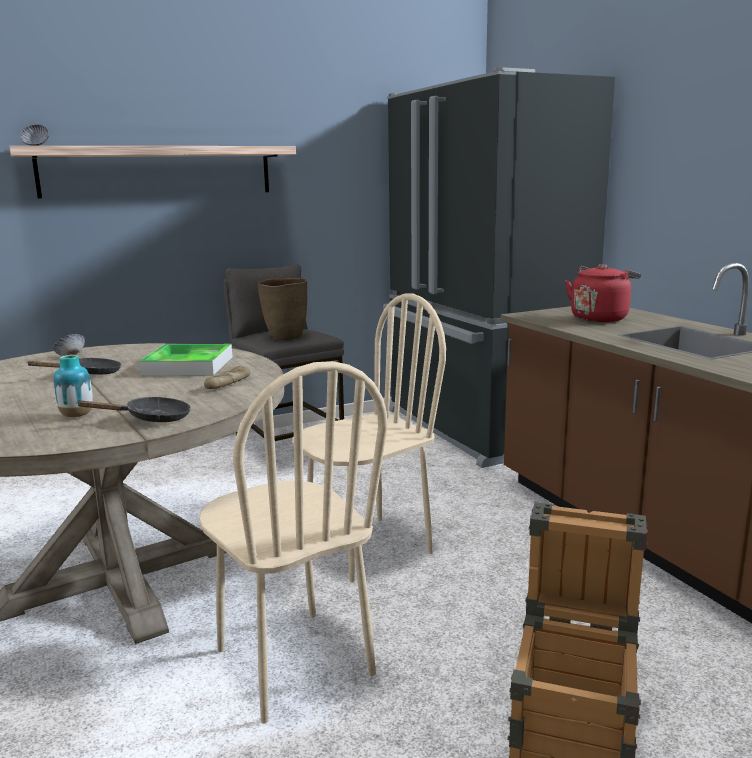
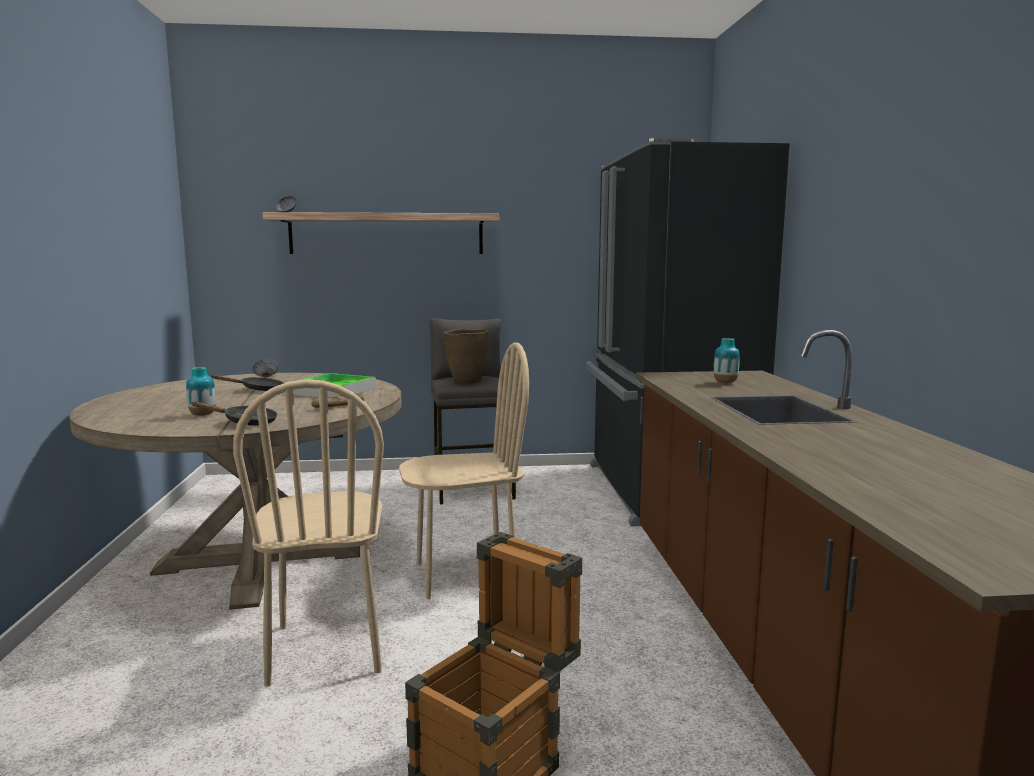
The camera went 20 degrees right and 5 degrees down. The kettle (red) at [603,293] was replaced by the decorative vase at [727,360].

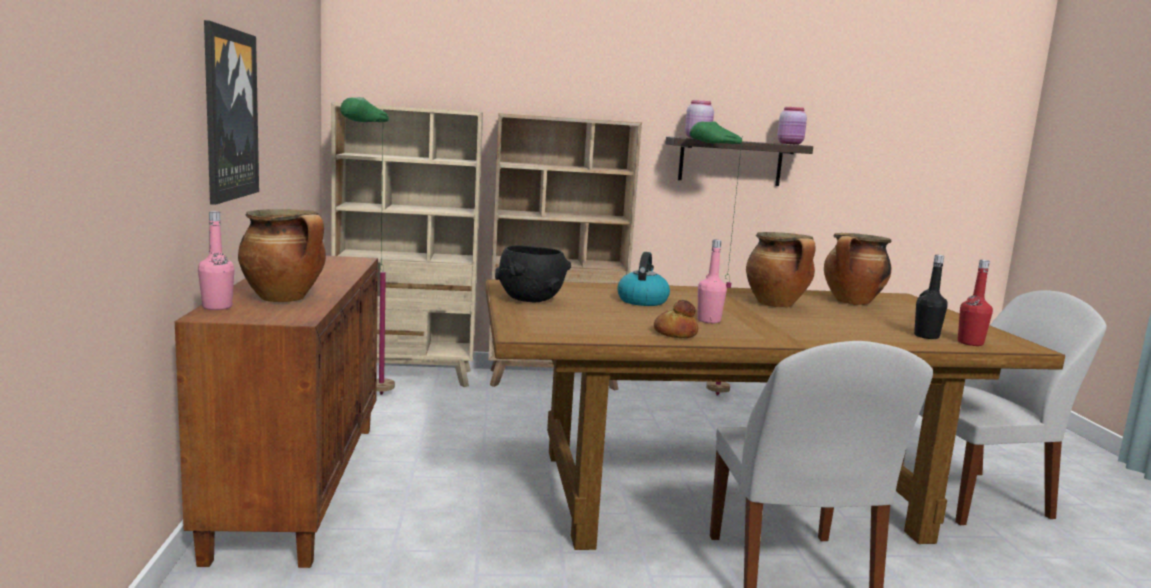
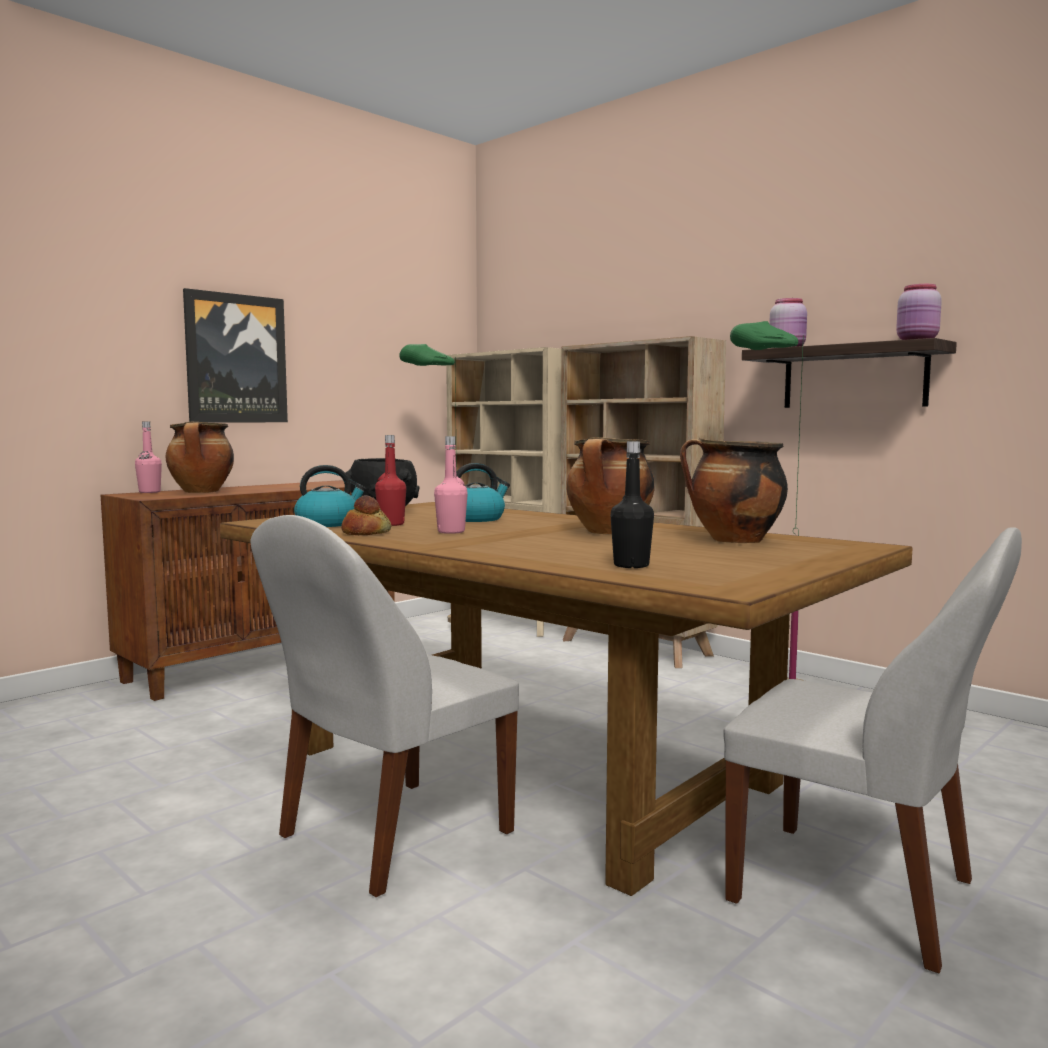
The camera went 50 degrees right and 5 degrees down. The kettle at [330,496] appeared. The drink bottle (red) moved from [975,303] to [390,480].

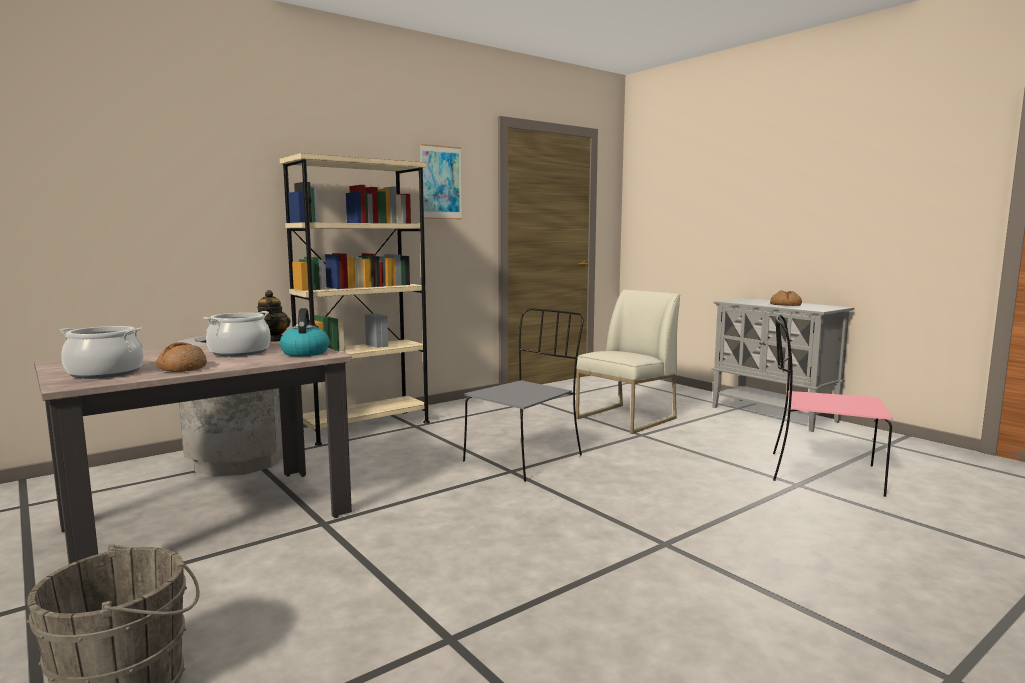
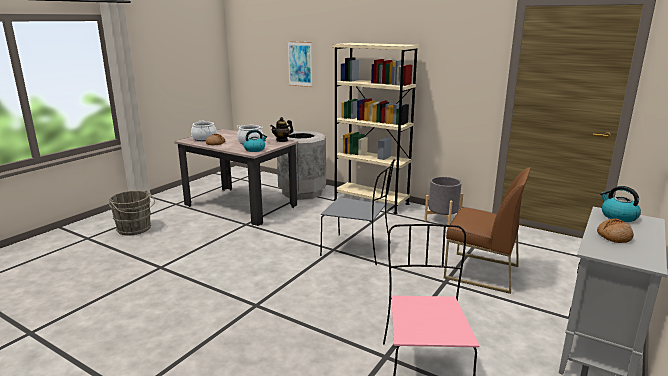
The camera went 70 degrees right and 10 degrees up. The plant pot (grey) at [443,201] appeared. The kettle at [620,204] appeared. The wall picture moved from [441,181] to [300,64]. The chair (white-coloured) at [628,361] became the chair (brown) at [487,231].

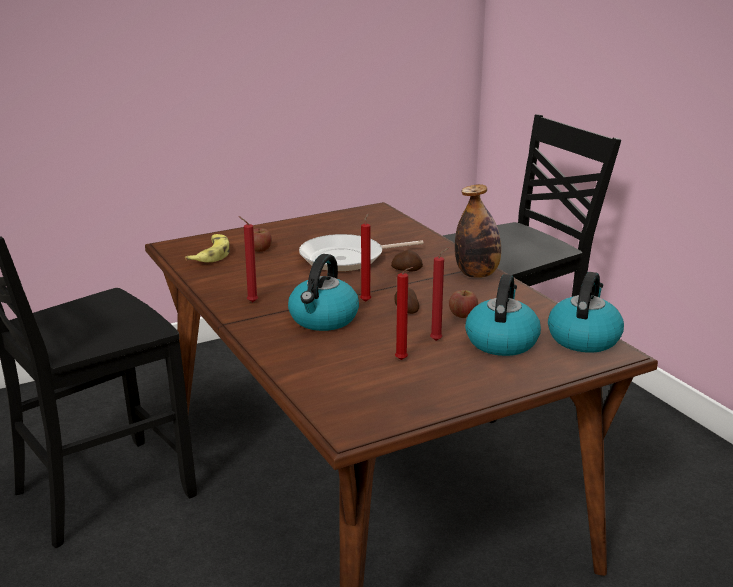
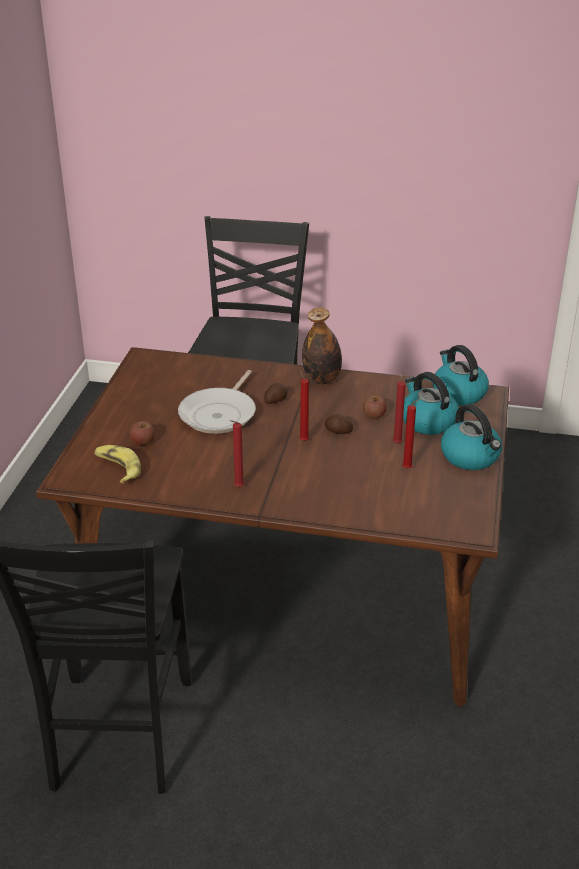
The camera went 50 degrees left and 10 degrees up. The kettle moved from [323,292] to [471,437].

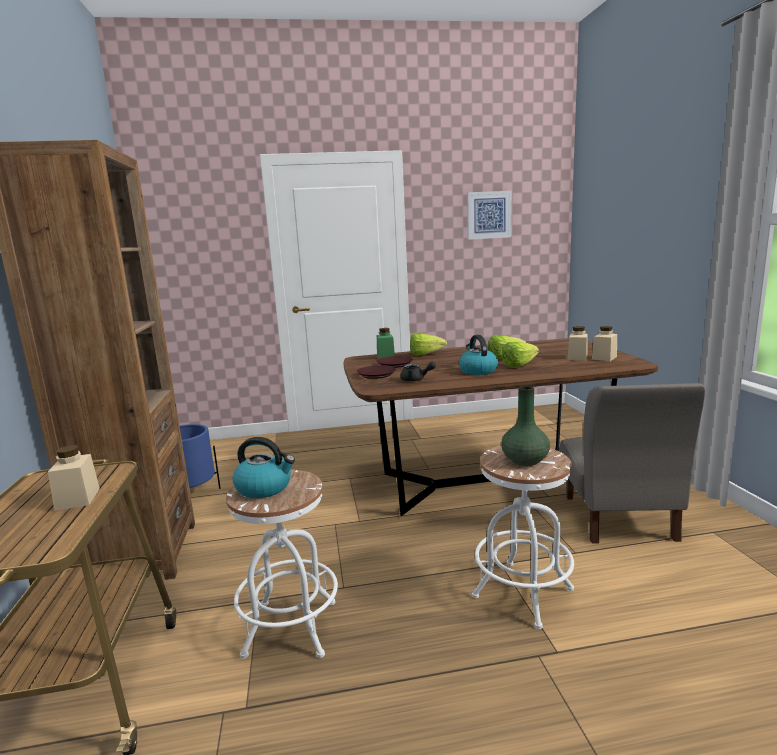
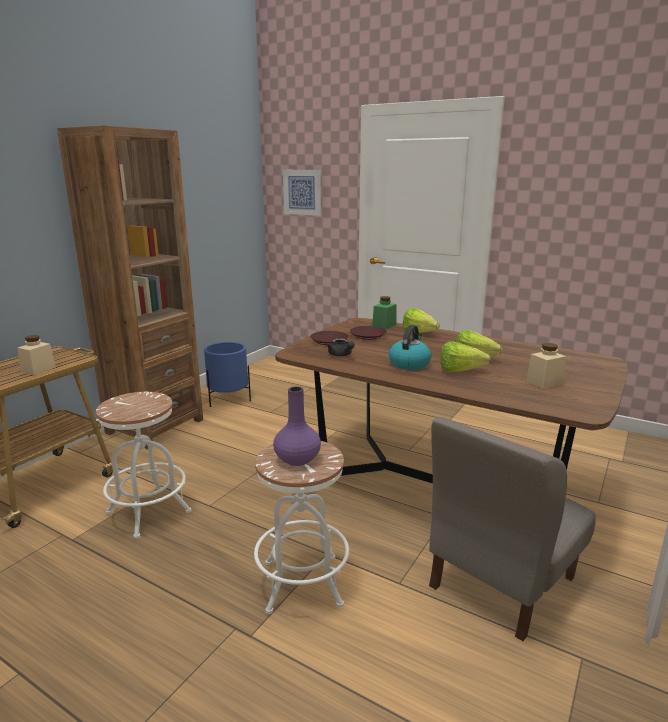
The camera went 40 degrees right and 5 degrees up. The kettle at [264,467] disappeared. The preserve jar (sand-coloured) at [604,343] disappeared. The wall picture moved from [489,215] to [302,193]. The decorative vase (greenish) at [525,426] became the decorative vase (purple) at [297,426].

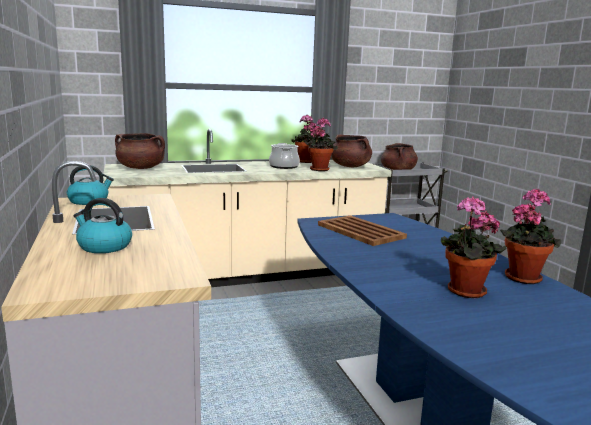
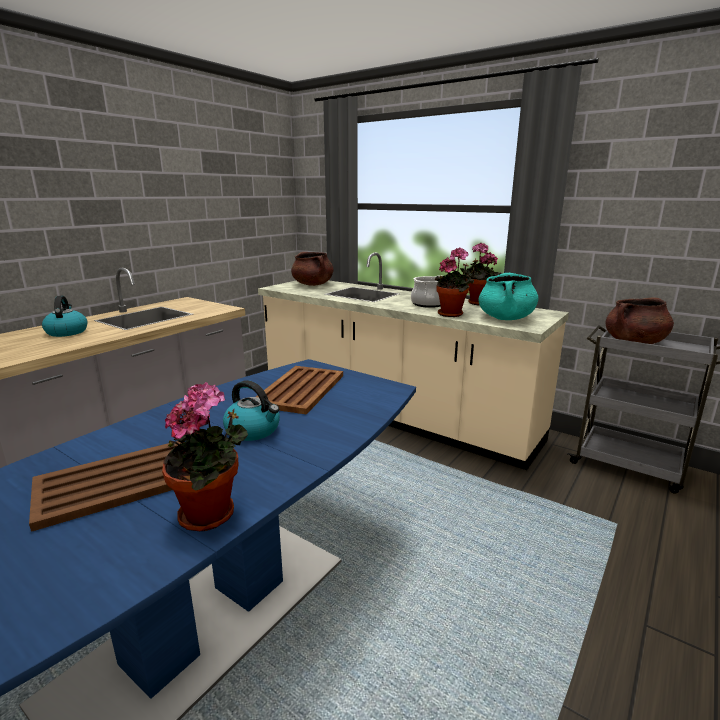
The camera went 55 degrees right and 5 degrees up. The kettle moved from [90,185] to [251,410]. The houseplant at [473,247] was replaced by the serving tray (brown) at [106,486]. The stockpot (brown) at [351,151] became the stockpot (blue-green) at [508,296].

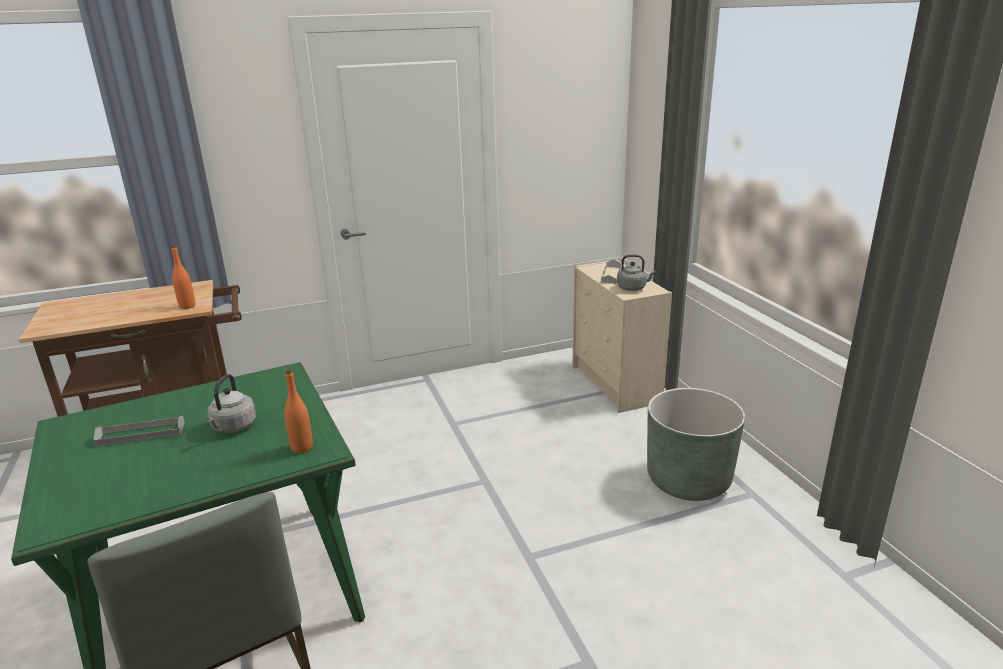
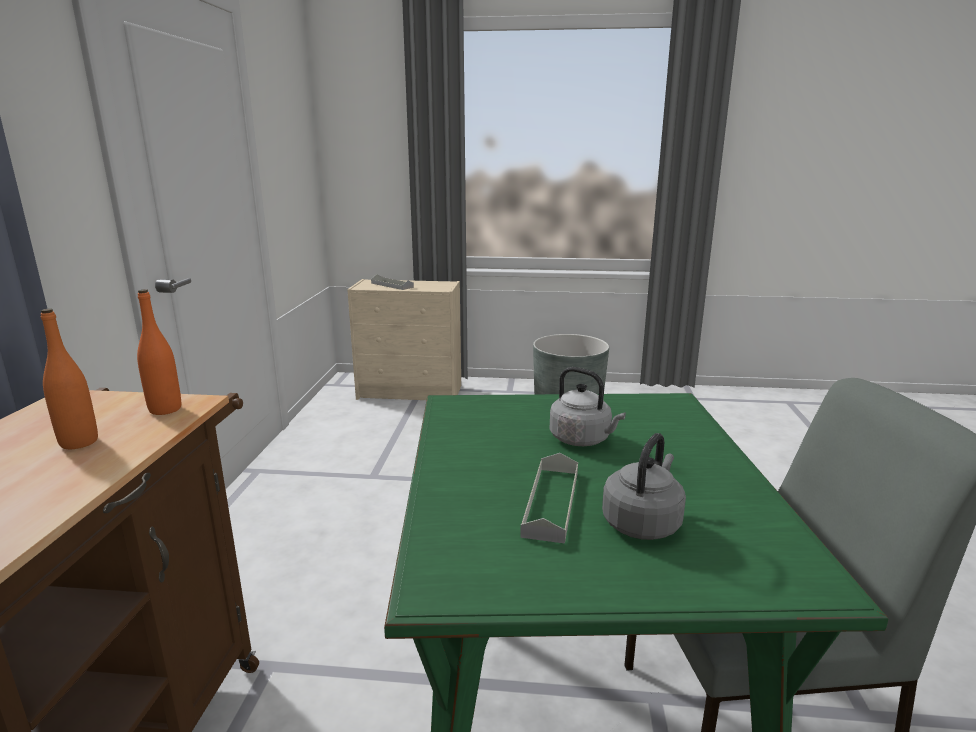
The camera went 65 degrees left and 5 degrees down. The drink bottle (orange-coloured) moved from [298,411] to [69,378]. The kettle (grey) moved from [636,272] to [644,486].

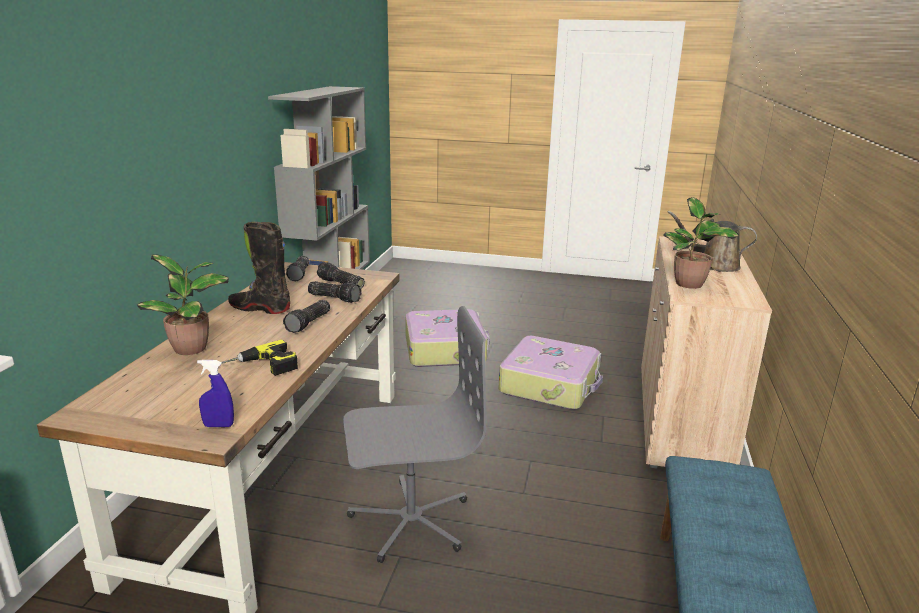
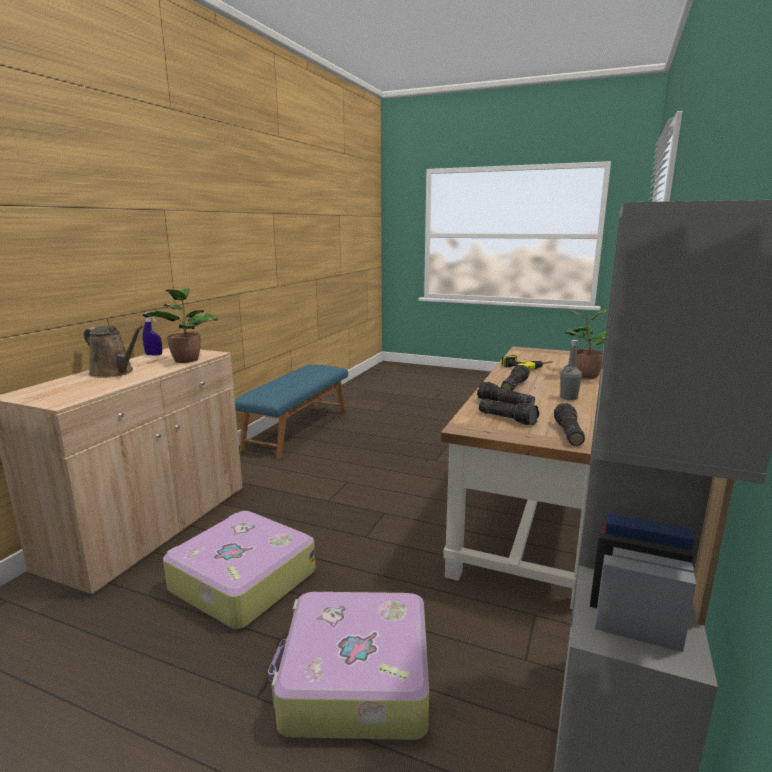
The camera went 170 degrees left and 5 degrees down. The office chair (grey) at [414,434] disappeared. The hand sprayer (blue) moved from [215,393] to [152,334]. The tall boot (blackish) at [259,268] was replaced by the drink bottle (grey) at [571,370].

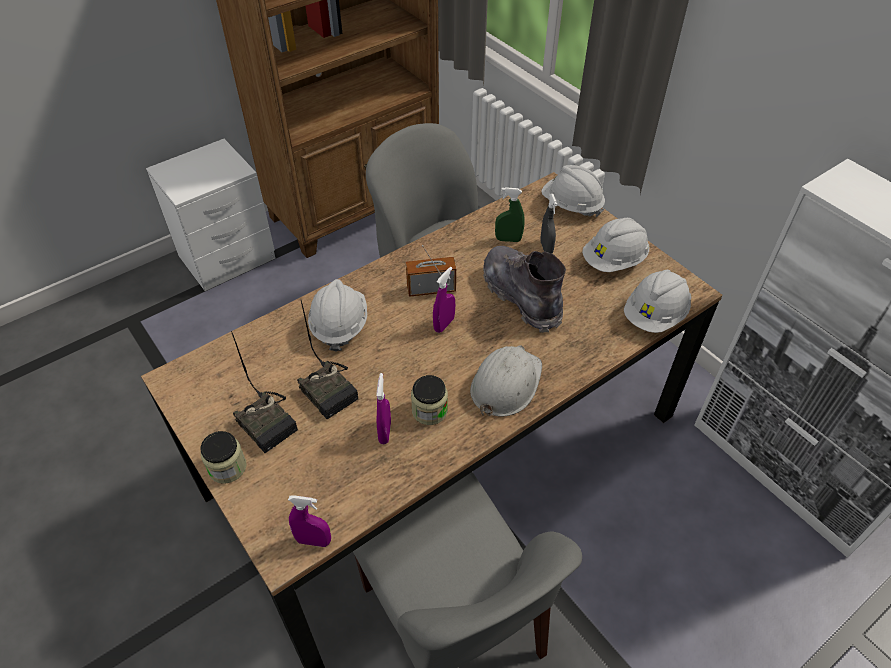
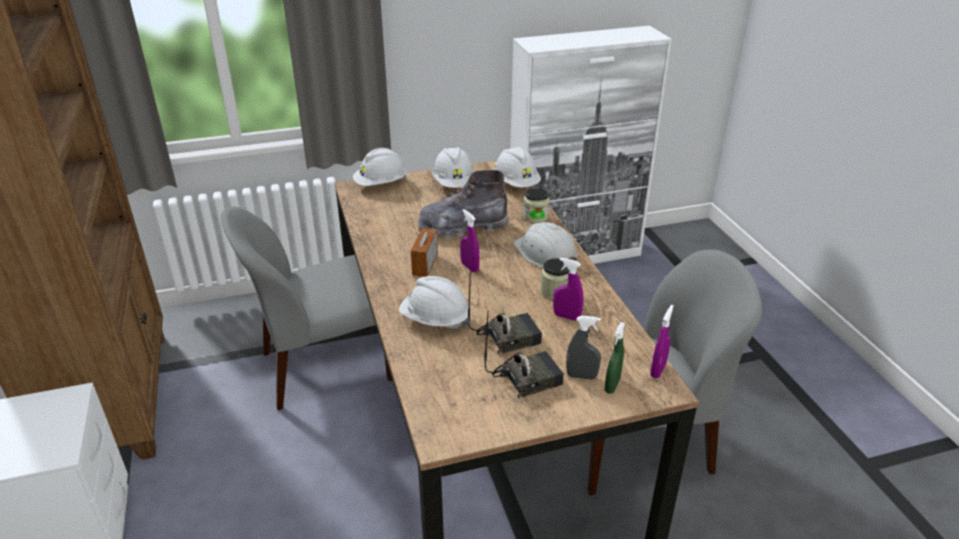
The camera went 70 degrees left and 15 degrees down. The preserve jar moved from [223,457] to [536,205]. The hand sprayer (greenish) moved from [510,214] to [615,358]. The hand sprayer (grey) moved from [548,223] to [583,348].

